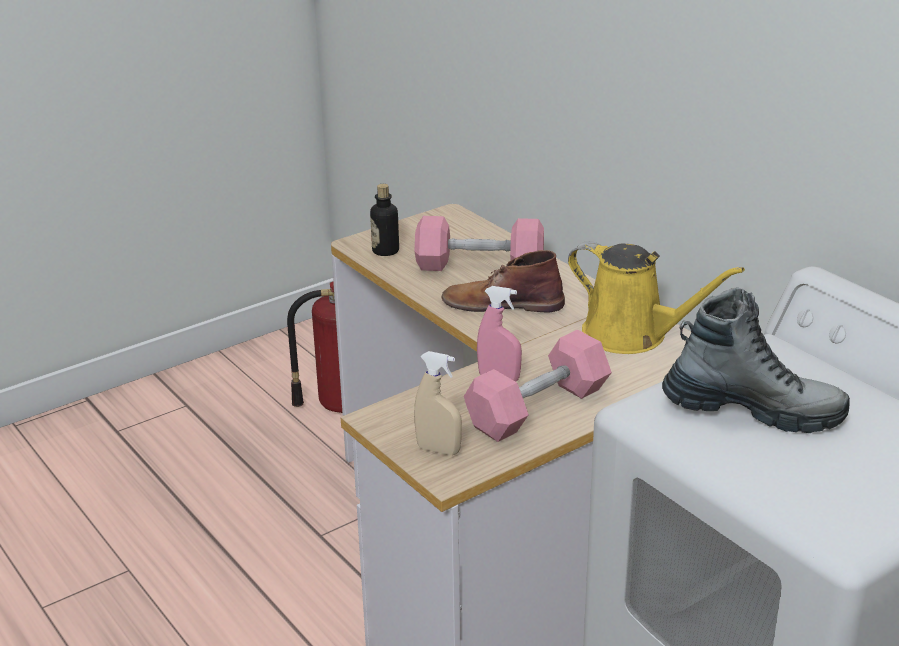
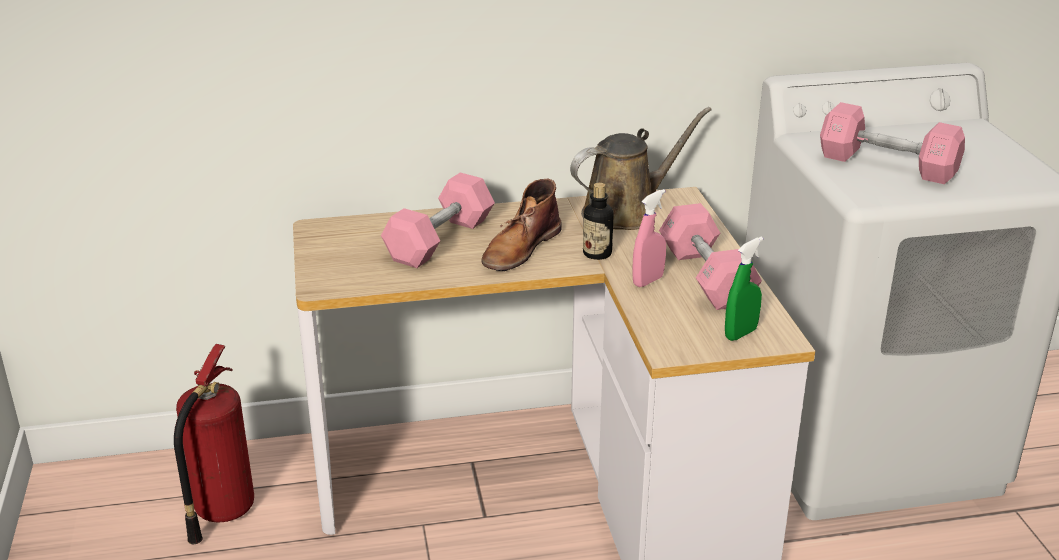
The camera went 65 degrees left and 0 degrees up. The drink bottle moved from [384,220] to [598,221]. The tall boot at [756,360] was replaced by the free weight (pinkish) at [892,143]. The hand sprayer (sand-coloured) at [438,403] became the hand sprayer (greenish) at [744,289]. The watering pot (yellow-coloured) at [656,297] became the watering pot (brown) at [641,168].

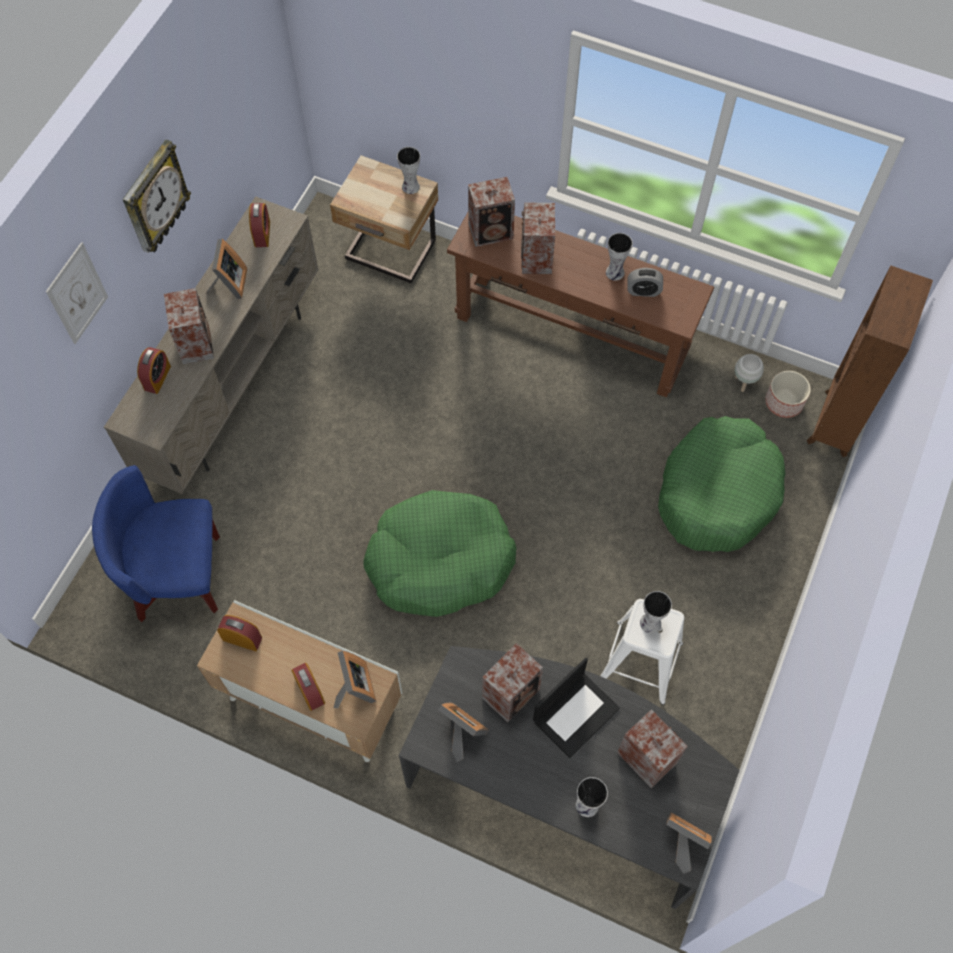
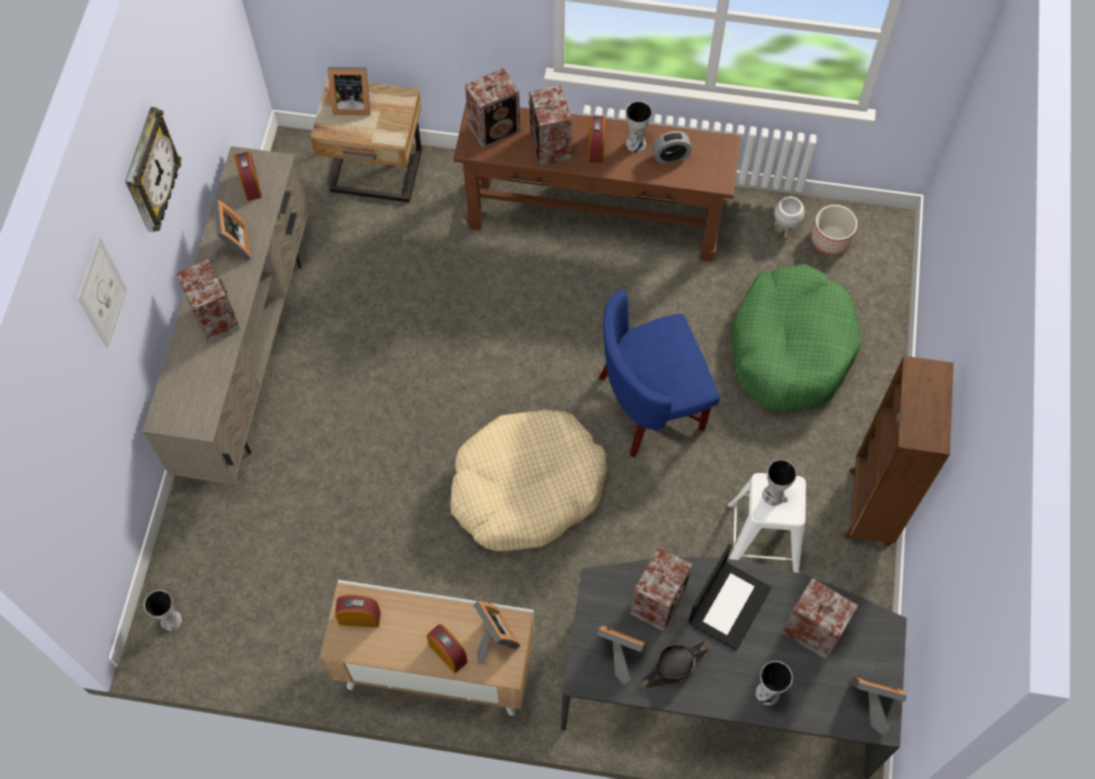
The camera went 15 degrees left and 0 degrees up. The photo frame at [349,91] appeared. The hat (blackish) at [675,664] appeared. The armchair (blue) moved from [156,543] to [659,374]. The alarm clock moved from [154,370] to [596,139]. The decorative vase moved from [408,170] to [163,610]. The bookcase (brown) moved from [870,361] to [899,451]. The dog bed (greenish) at [440,553] became the dog bed (sand-coloured) at [528,480].

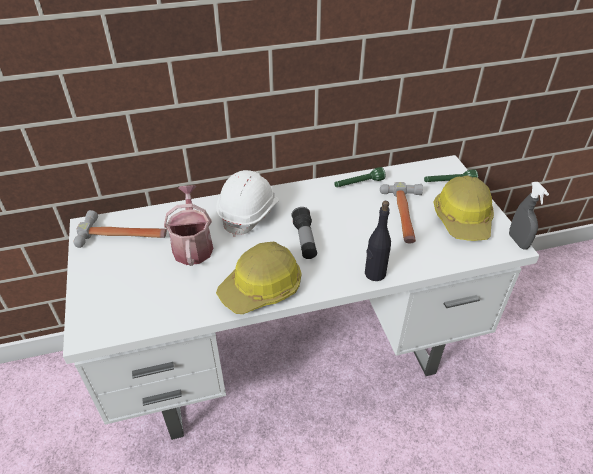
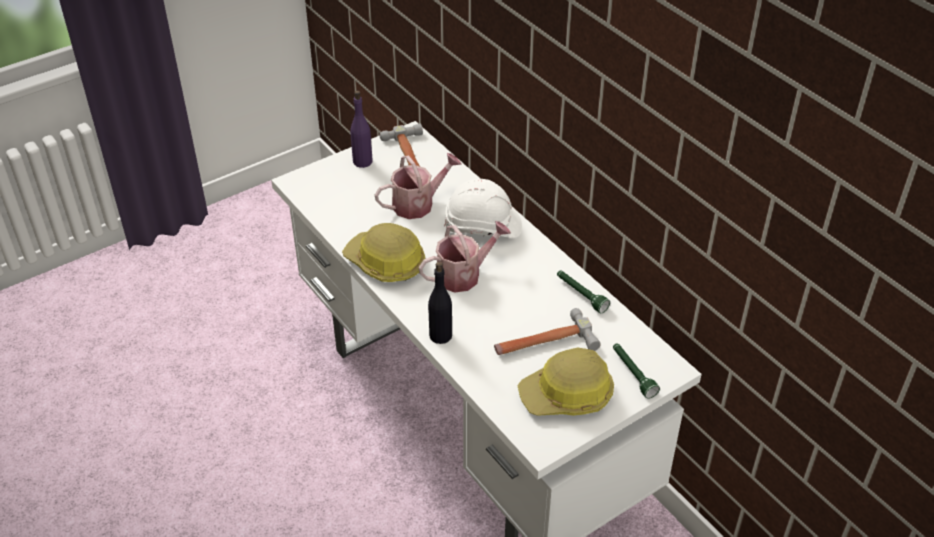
The camera went 70 degrees right and 0 degrees up. The hand sprayer (grey) at [529,216] disappeared. The drink bottle (purple) at [361,129] appeared. The hand torch at [304,233] was replaced by the watering pot at [465,257].

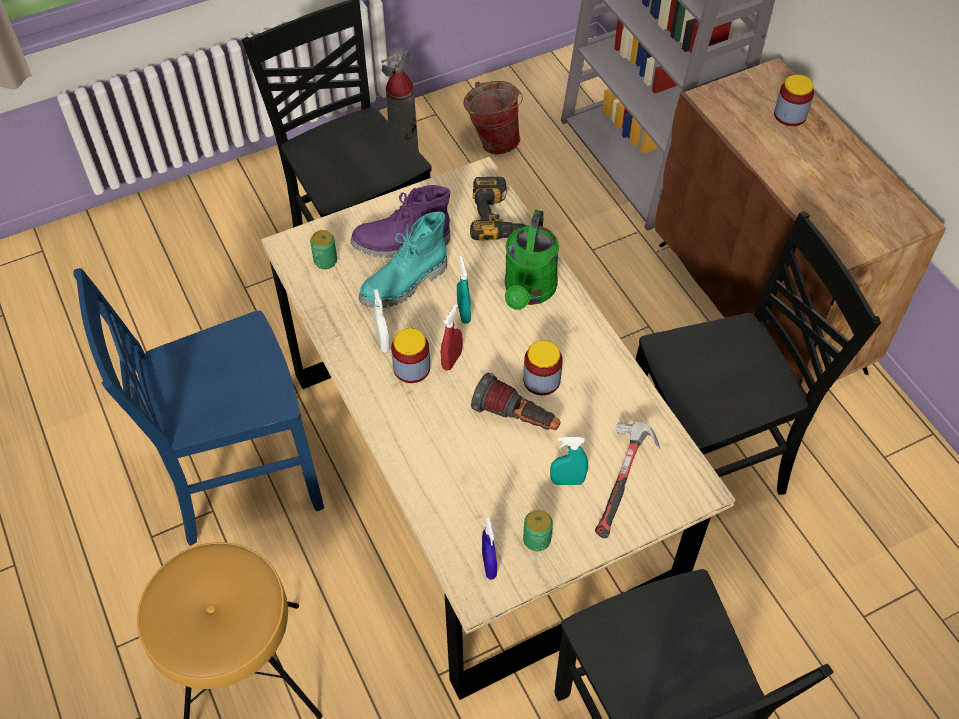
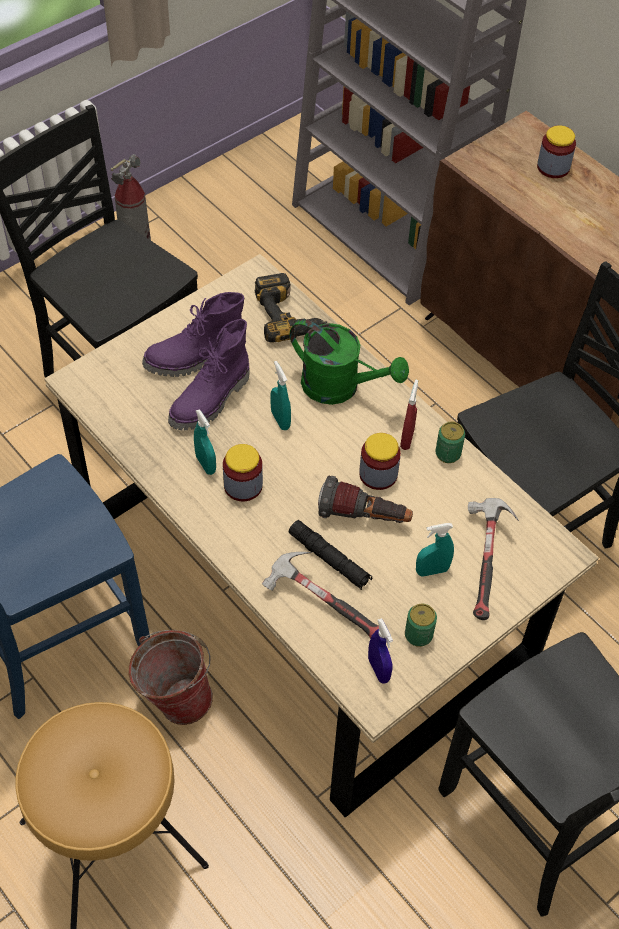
The camera went 15 degrees left and 0 degrees up. The hand hammer at [320,595] appeared. The hand torch (blackish) at [330,555] appeared. The can moved from [323,249] to [450,442]. The hand sprayer (red) moved from [452,337] to [409,415]. The pail moved from [493,117] to [171,677]. The tall boot (blue-green) at [403,260] became the tall boot (purple) at [209,374]. The hand sprayer (white-coloured) at [382,321] became the hand sprayer (blue-green) at [205,442]. The watering pot (greenish) at [532,260] turned 60 degrees counterclockwise.

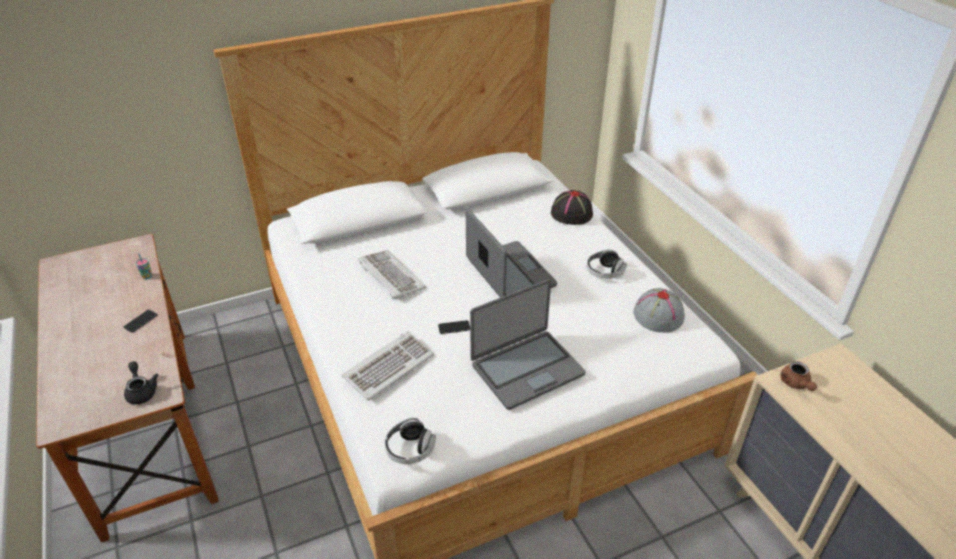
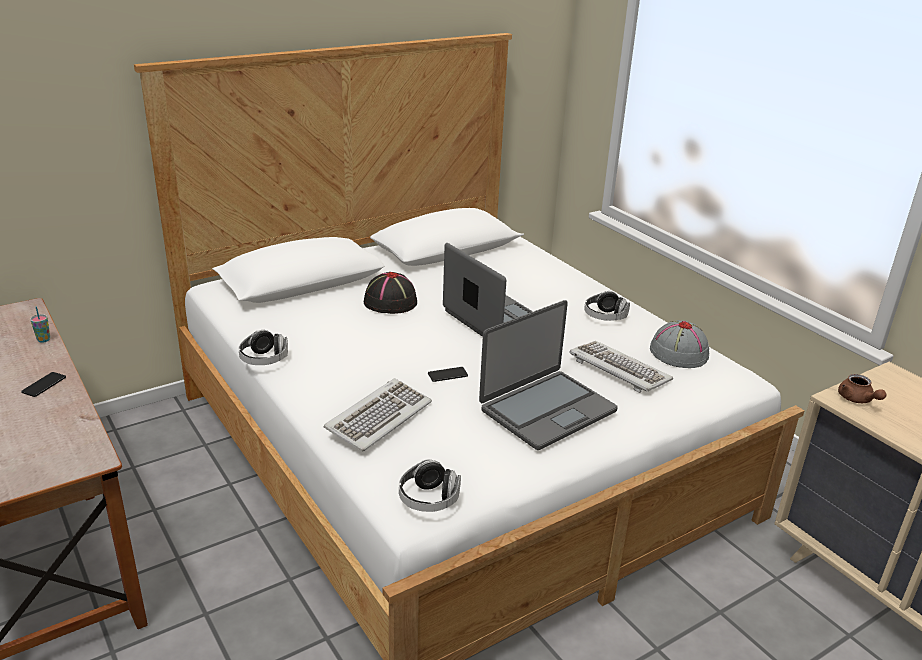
The camera went 10 degrees left and 10 degrees down. The tea pot (blackish) at [141,383] disappeared. The headset at [263,347] appeared. The computer keyboard moved from [392,274] to [621,367]. The hat (blackish) moved from [572,207] to [390,293].

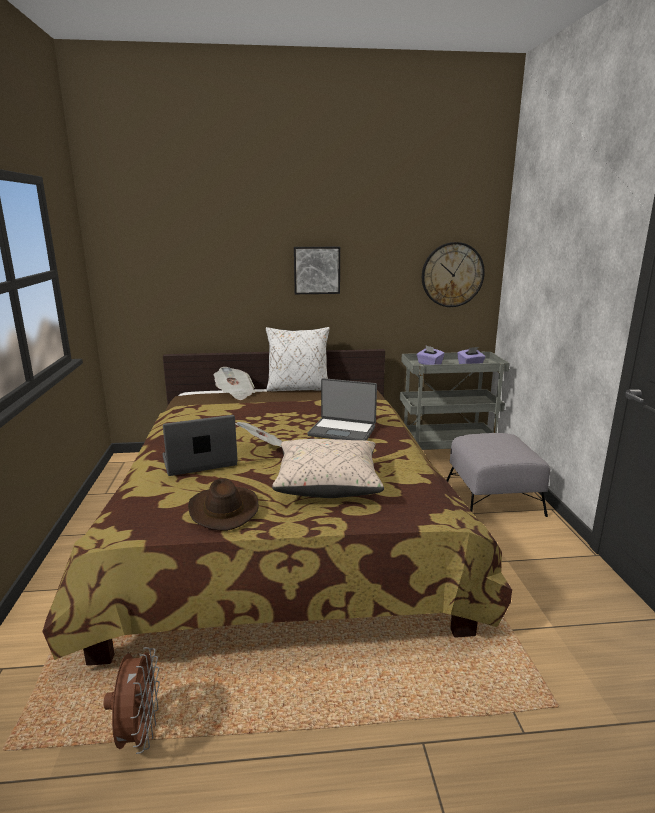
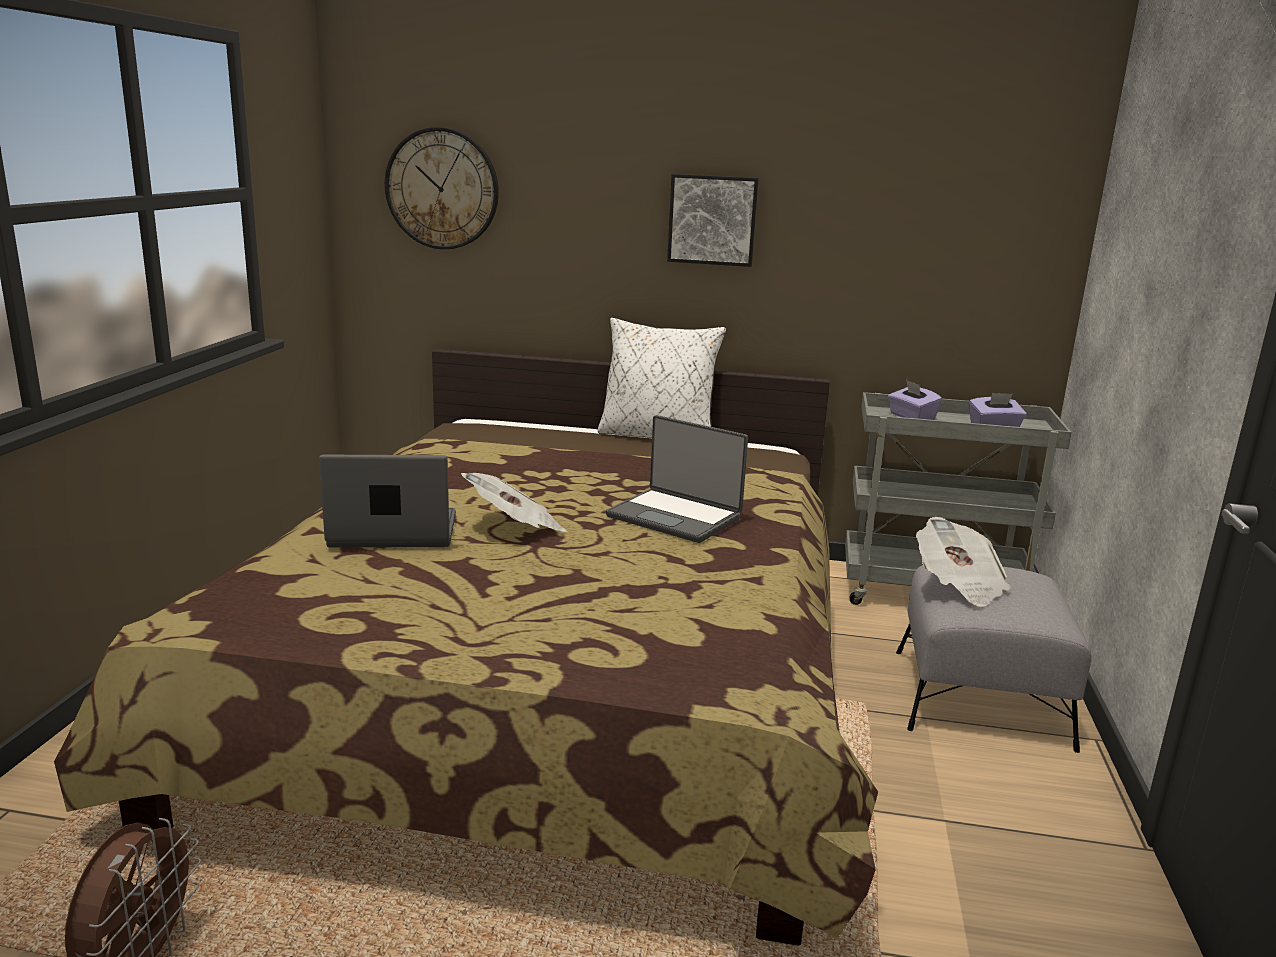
The camera went 15 degrees right and 0 degrees up. The hat (brown) at [223,505] disappeared. The throw pillow (sand-coloured) at [328,468] disappeared. The printed paper moved from [235,383] to [963,562]. The wall clock moved from [453,274] to [442,188].

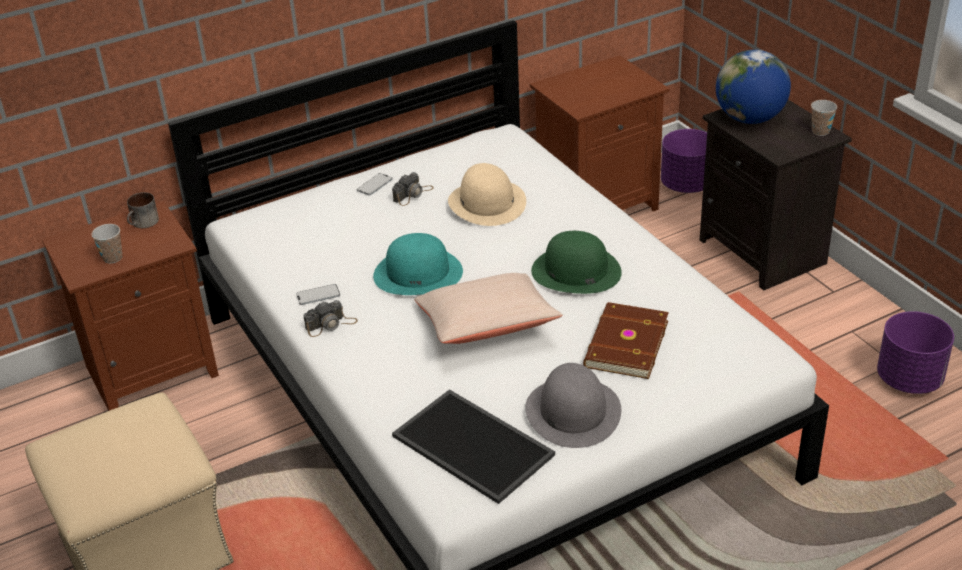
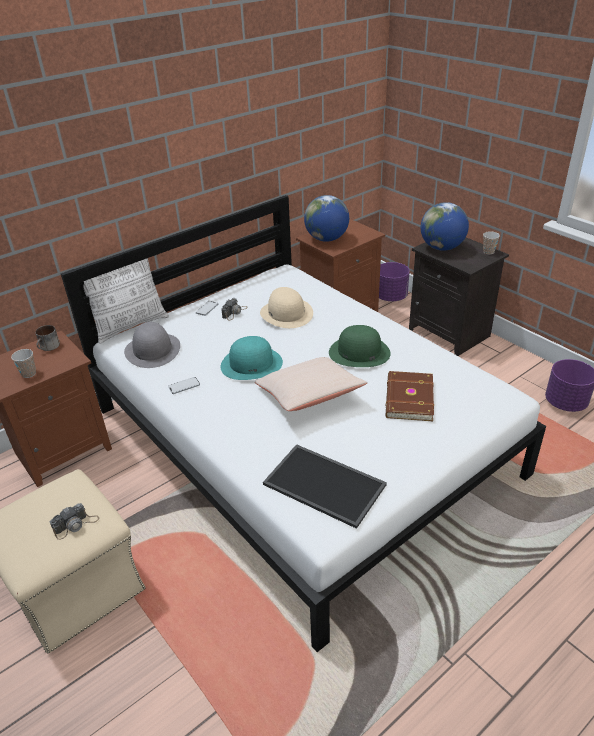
The camera went 10 degrees left and 0 degrees up. The throw pillow at [126,301] appeared. The globe at [326,218] appeared. The still camera moved from [330,318] to [74,521]. The hat (grey) moved from [573,405] to [152,345].

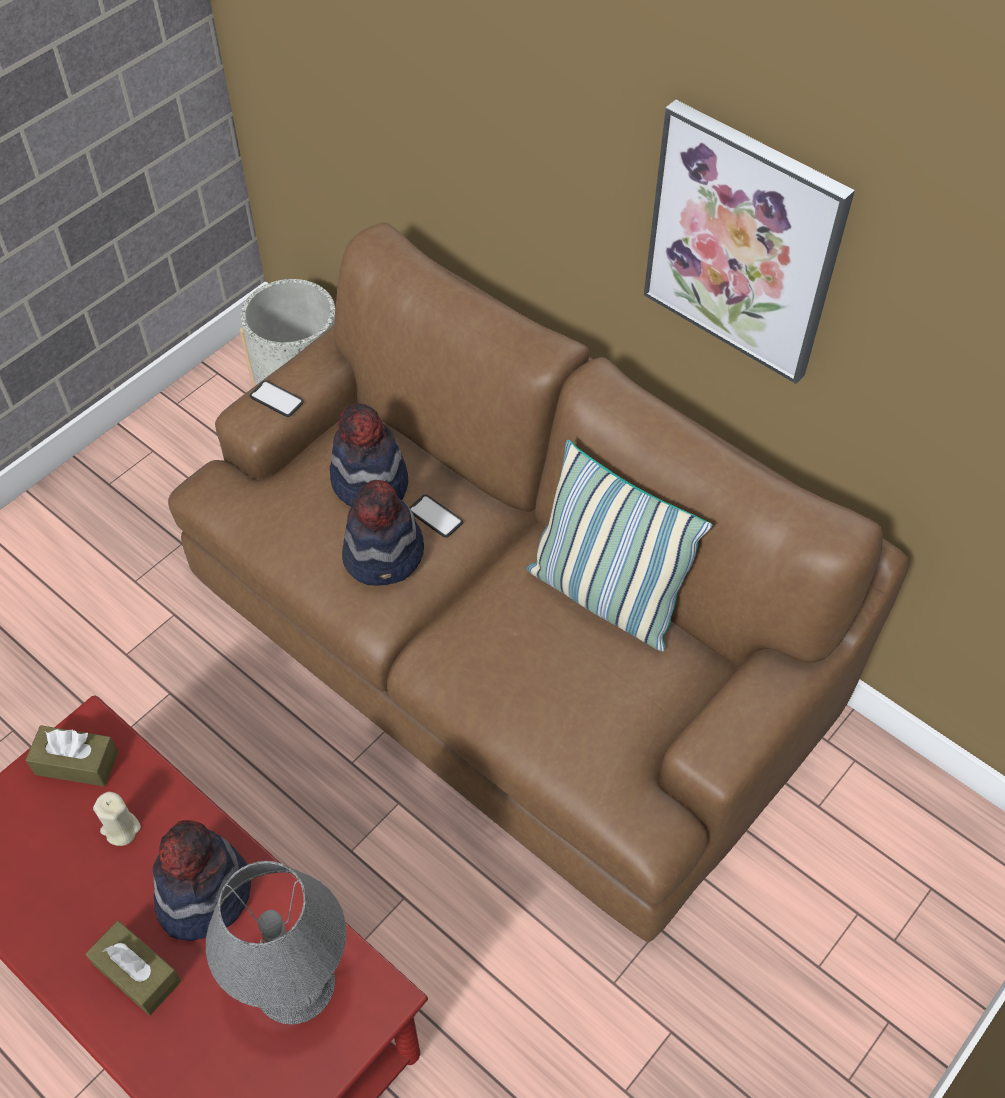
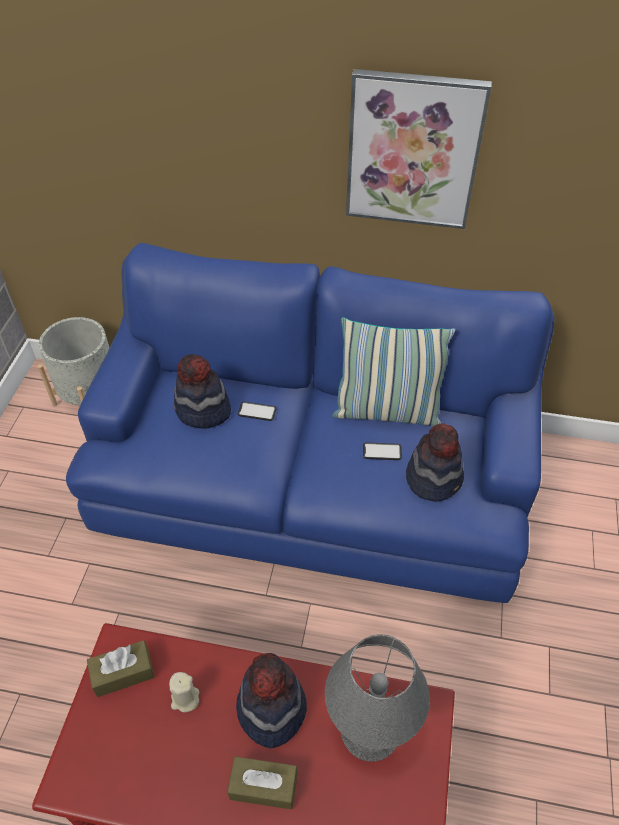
The camera went 30 degrees left and 5 degrees down. The phone moved from [276,398] to [382,451]. The hat moved from [383,533] to [435,462]. The couch (brown) at [538,582] became the couch (blue) at [310,423].

